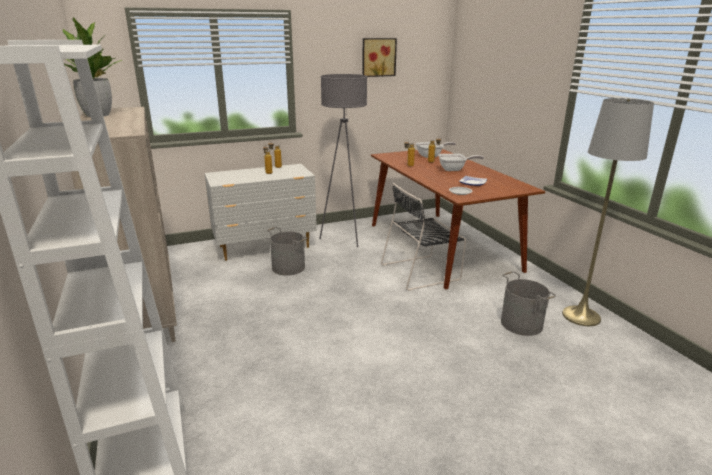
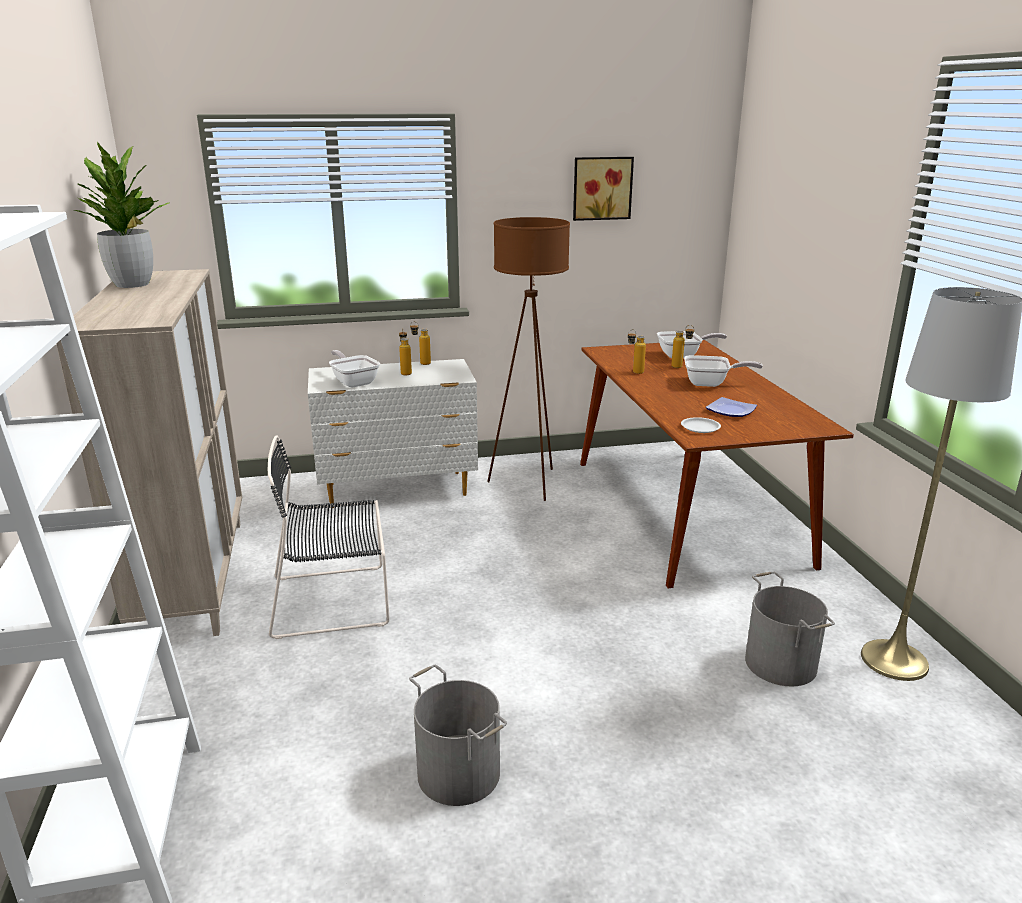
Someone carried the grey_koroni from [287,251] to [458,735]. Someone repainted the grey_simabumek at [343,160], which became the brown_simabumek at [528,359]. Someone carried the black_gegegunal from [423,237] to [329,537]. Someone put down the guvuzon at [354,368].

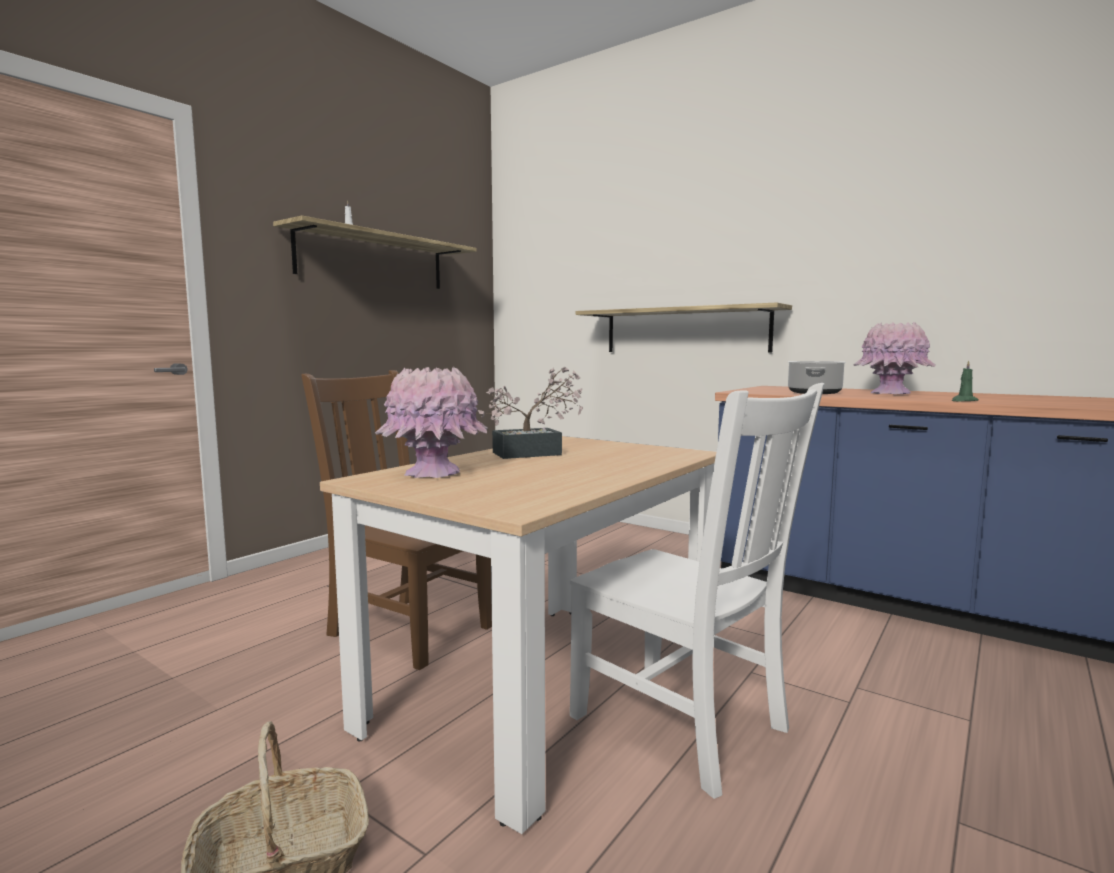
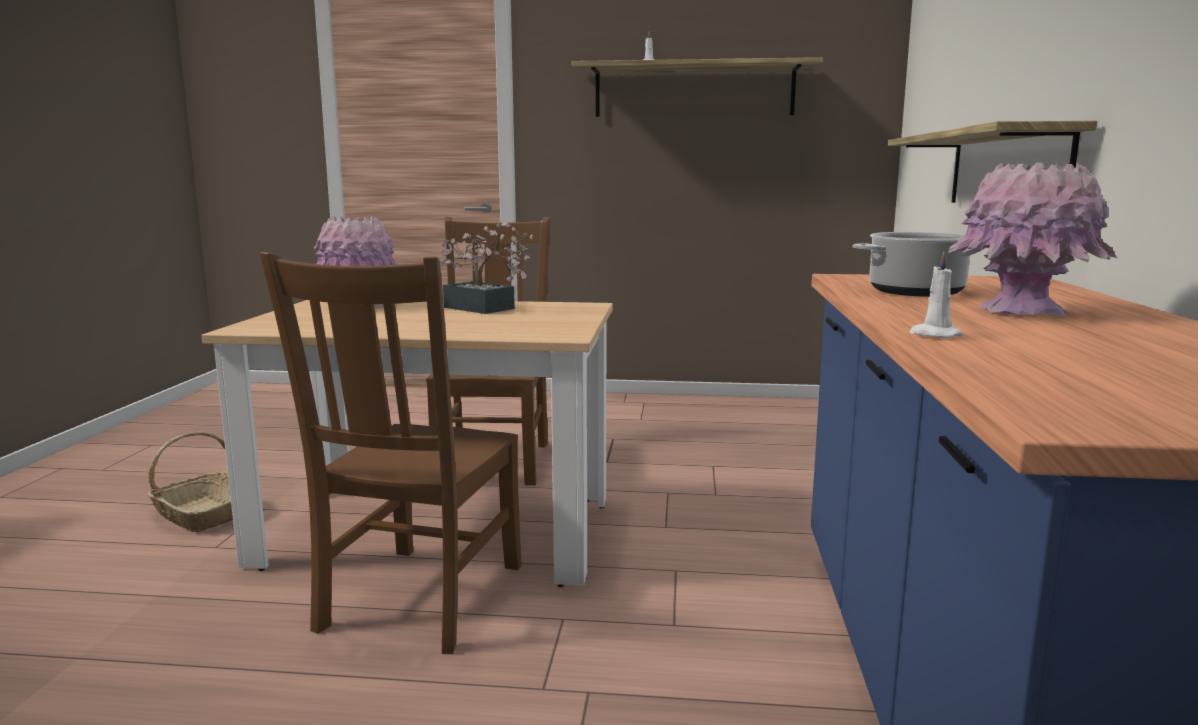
Someone repainted the white_gegegunal at [697,591], which became the brown_gegegunal at [391,453]. Someone repainted the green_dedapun at [965,381], which became the white_dedapun at [936,294].

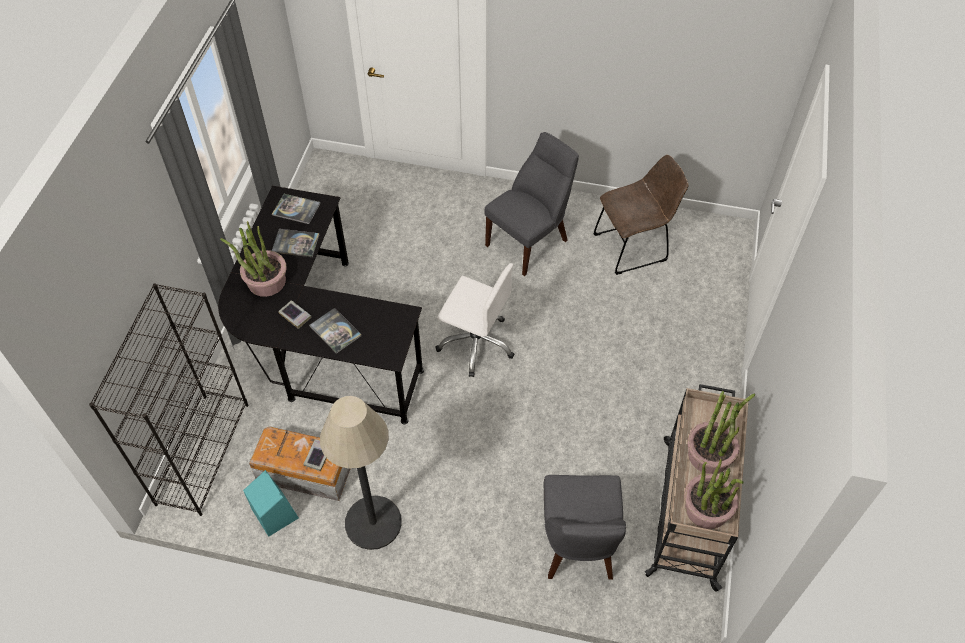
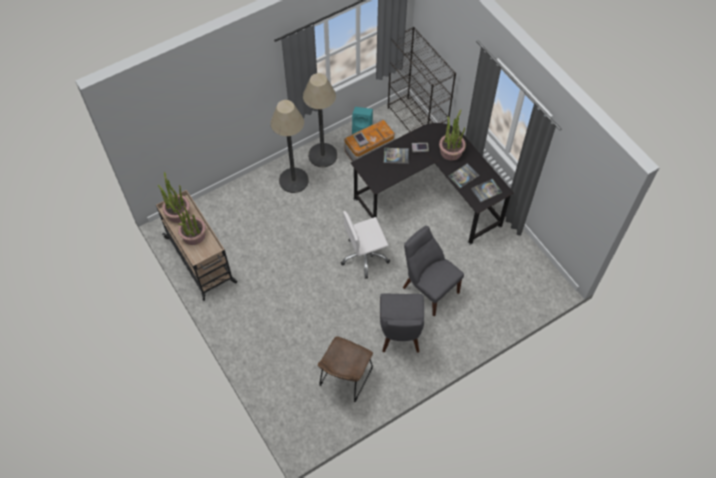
Someone carried the grey_gegegunal from [585,527] to [433,271]. Someone put down the simabumek at [289,146].

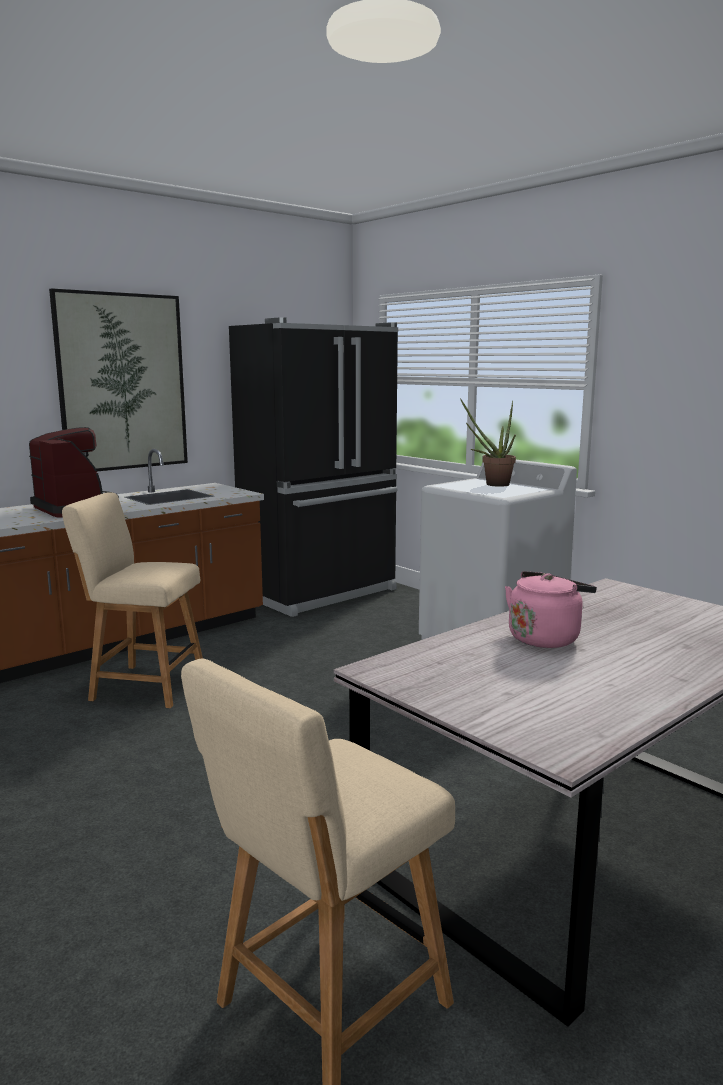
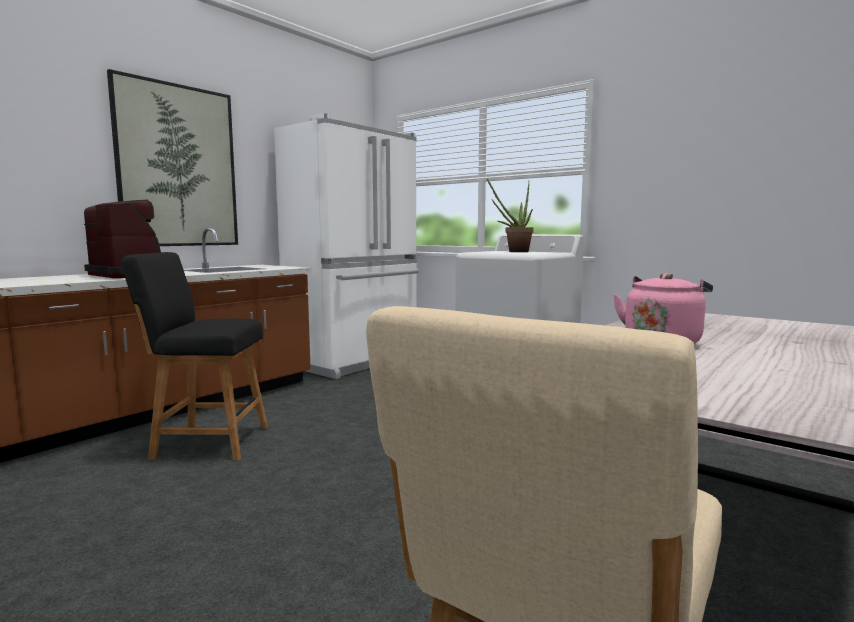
Someone repainted the beige_gegegunal at [132,600], which became the black_gegegunal at [195,356]. Someone repainted the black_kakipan at [313,467], which became the white_kakipan at [346,246].

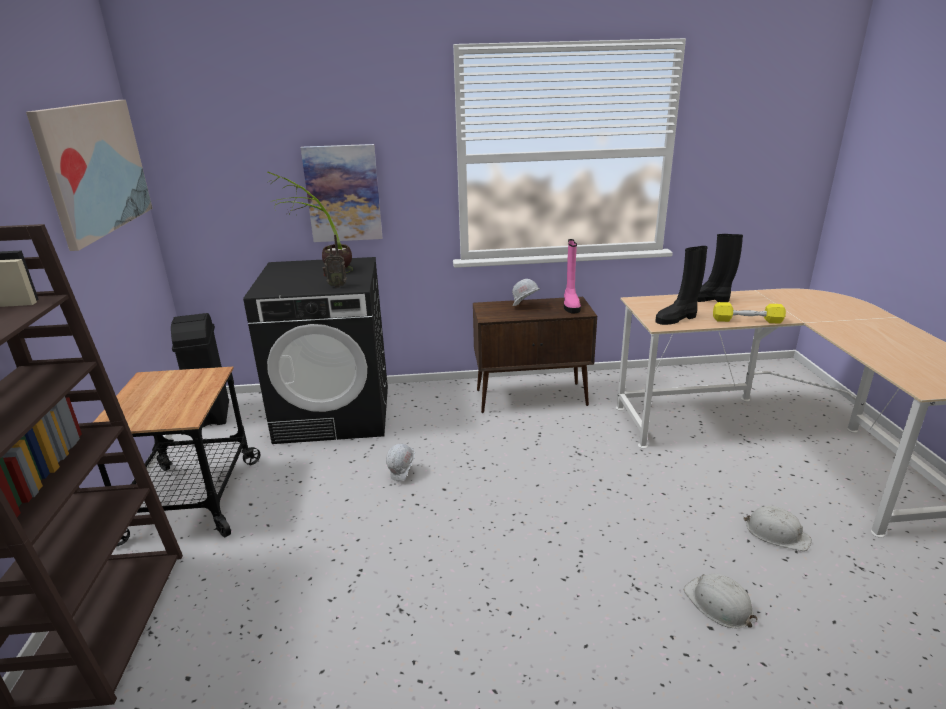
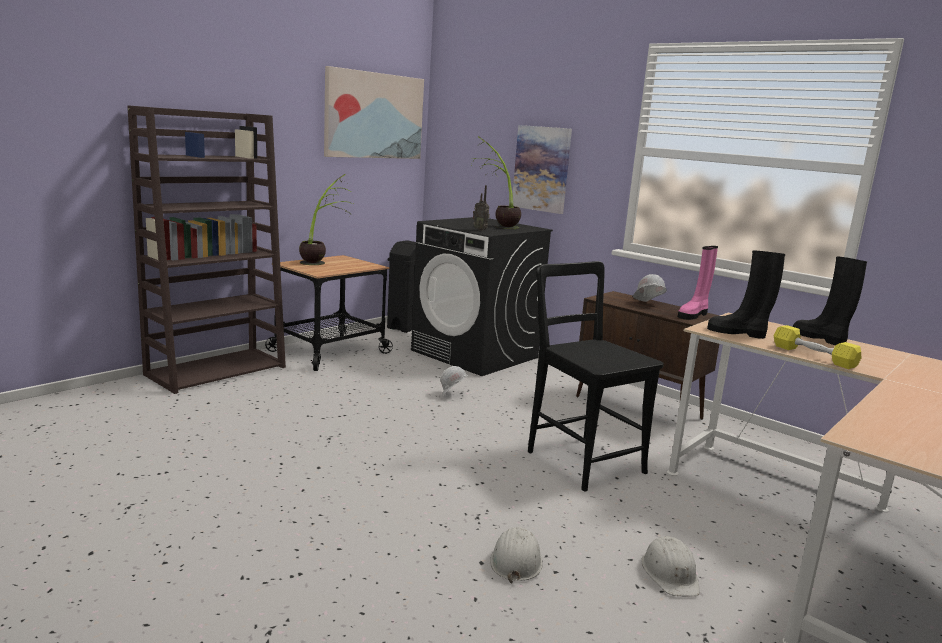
Someone put down the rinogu at [327,219]. Someone put down the black_gegegunal at [596,376].

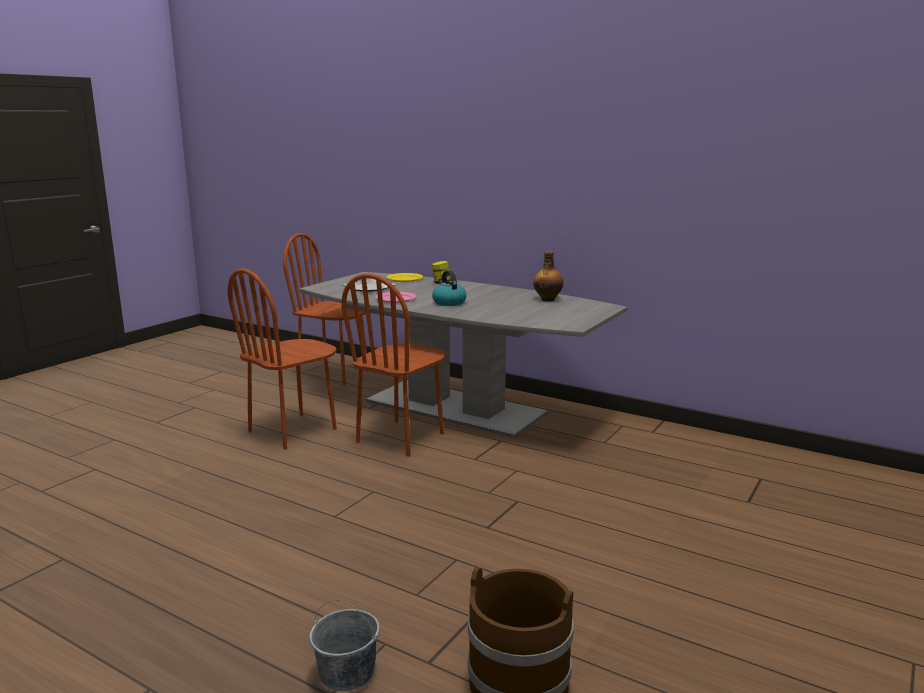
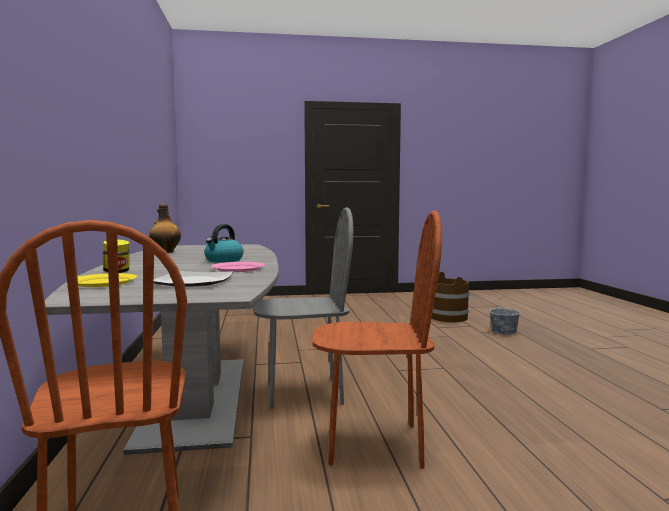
Someone repainted the brown_gegegunal at [393,365], which became the grey_gegegunal at [303,308].

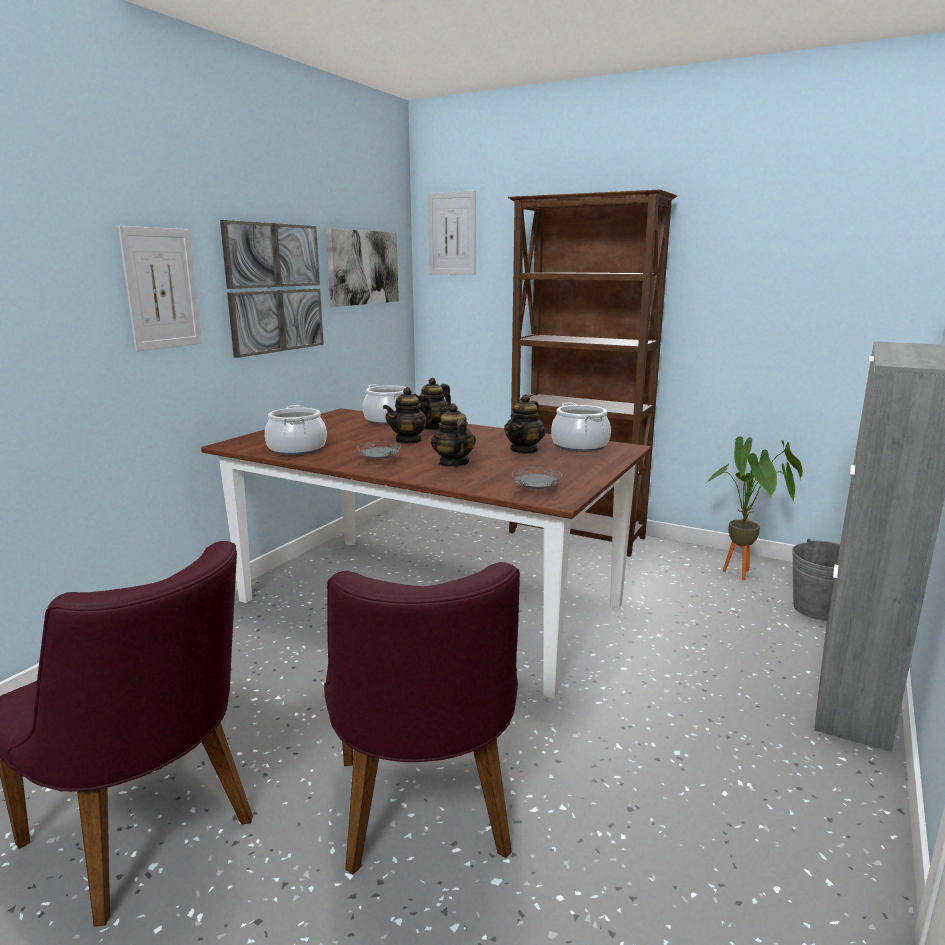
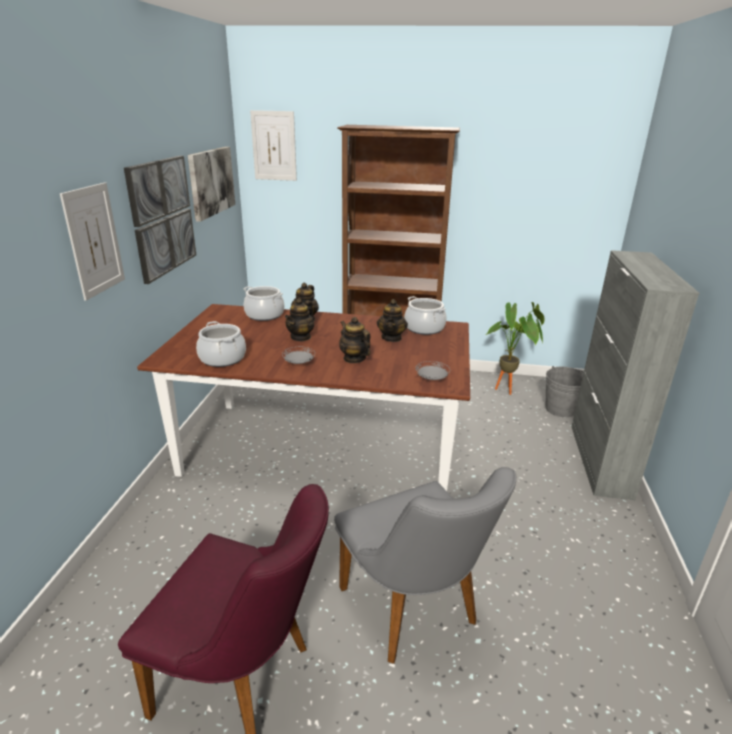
Someone repainted the purple_gegegunal at [422,718], which became the grey_gegegunal at [425,565].

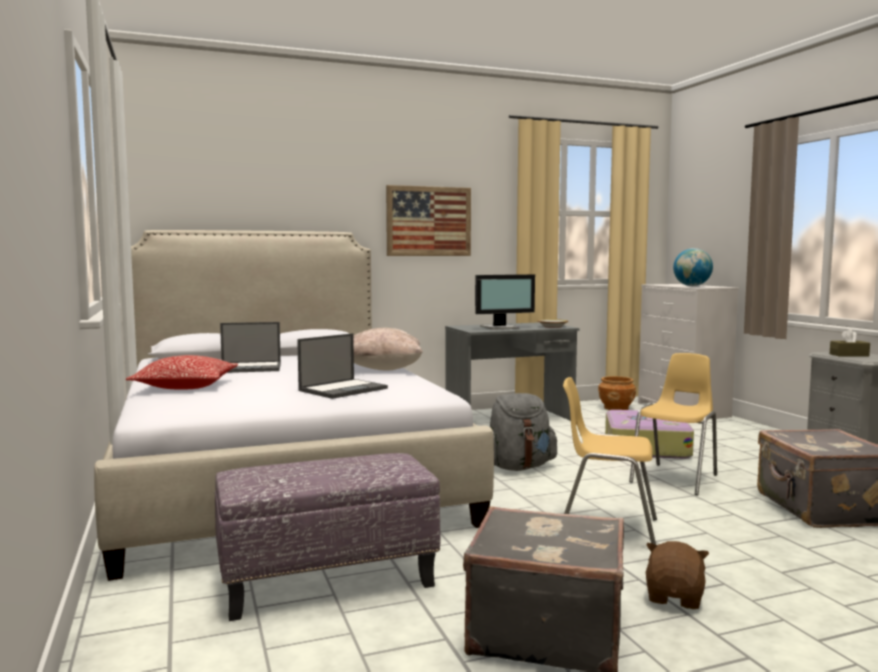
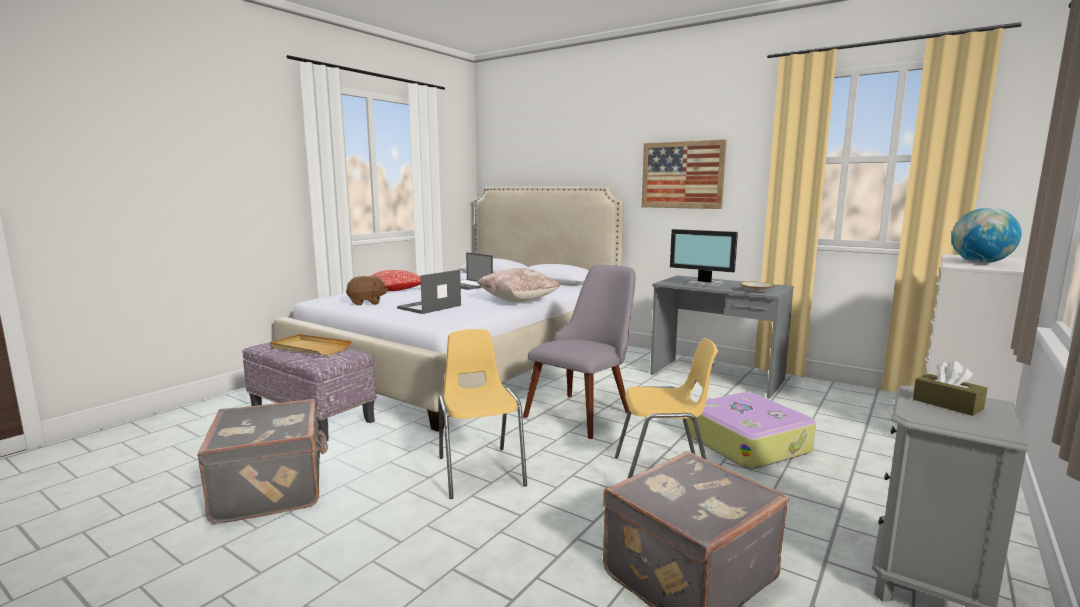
Someone rotated the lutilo at [342,366] by 120 degrees clockwise. Someone swapped the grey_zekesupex at [523,432] for the grey_gegegunal at [579,351]. Someone took away the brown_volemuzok at [617,393]. Someone carried the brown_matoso from [677,575] to [367,290]. Someone put down the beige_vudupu at [311,345].

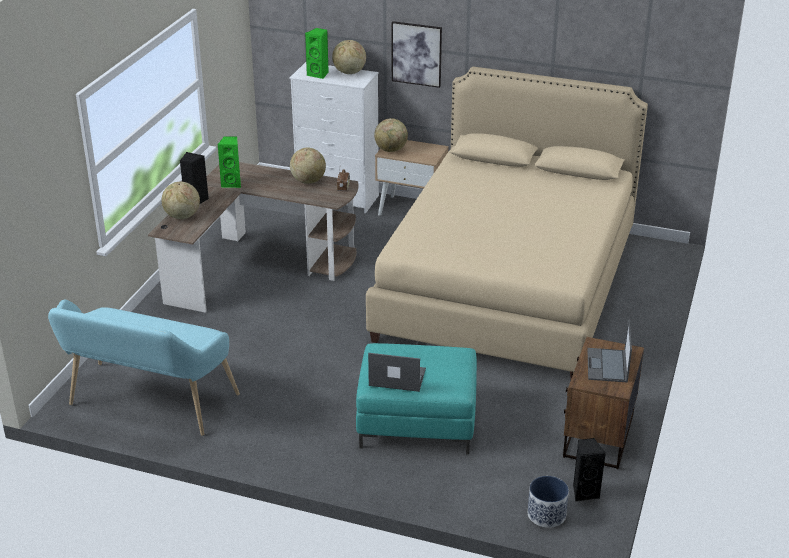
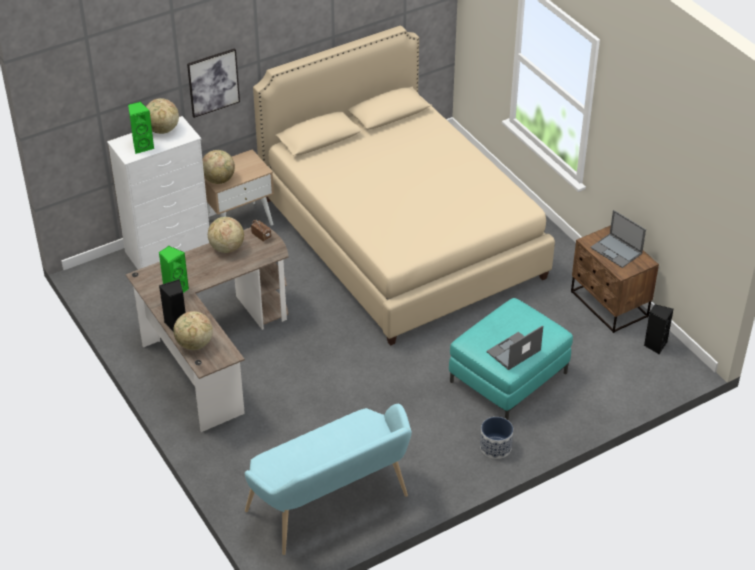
Someone carried the volemuzok from [548,502] to [496,438].

